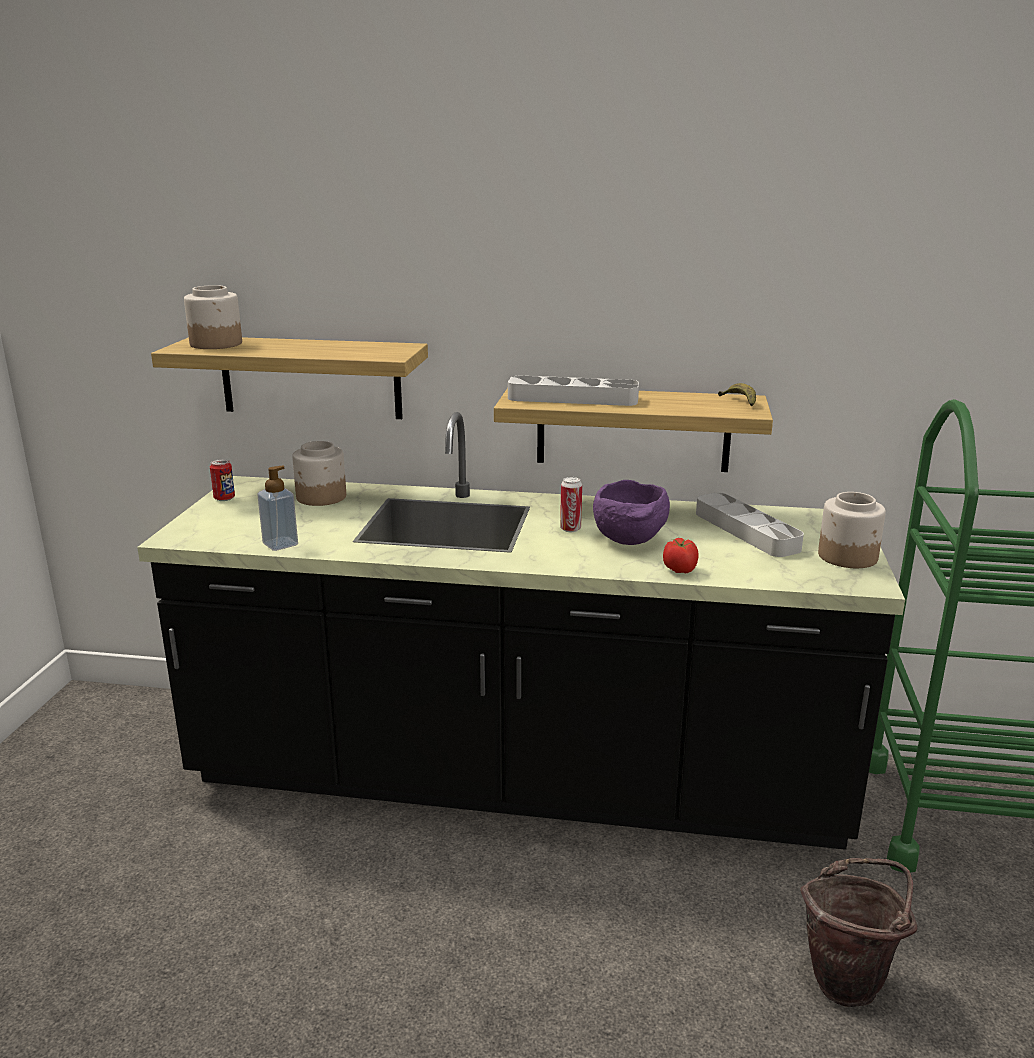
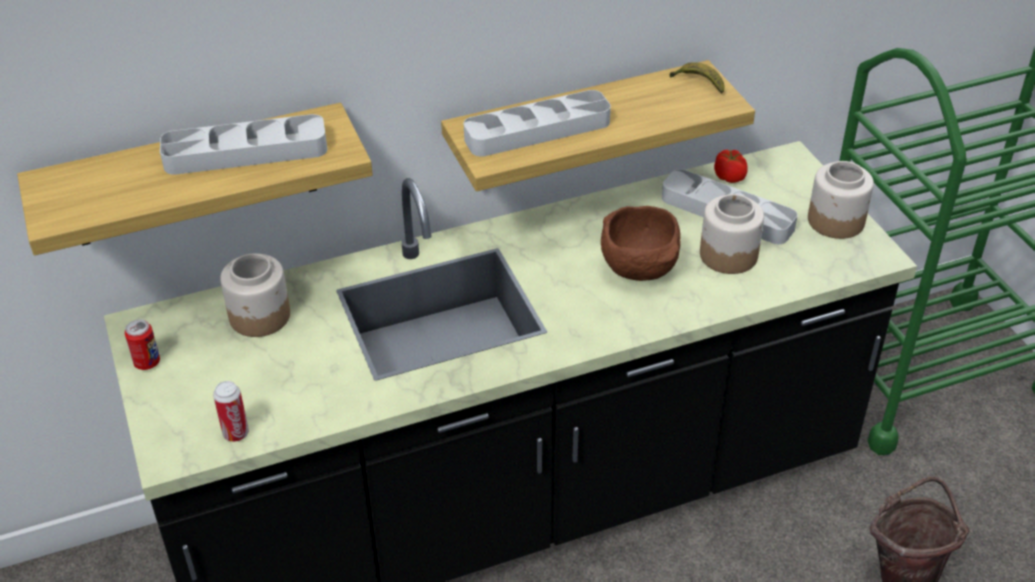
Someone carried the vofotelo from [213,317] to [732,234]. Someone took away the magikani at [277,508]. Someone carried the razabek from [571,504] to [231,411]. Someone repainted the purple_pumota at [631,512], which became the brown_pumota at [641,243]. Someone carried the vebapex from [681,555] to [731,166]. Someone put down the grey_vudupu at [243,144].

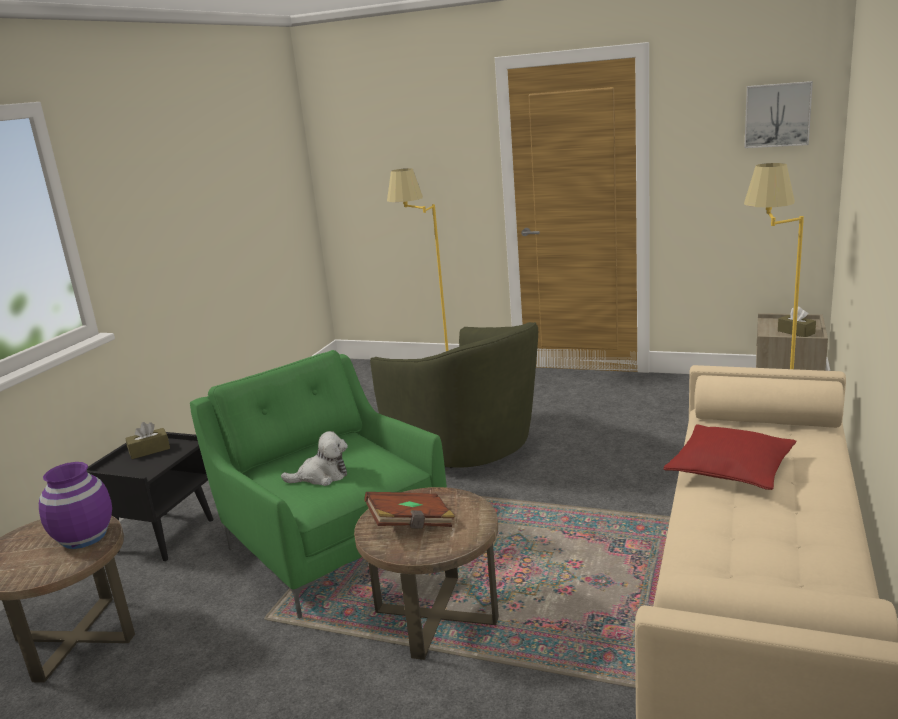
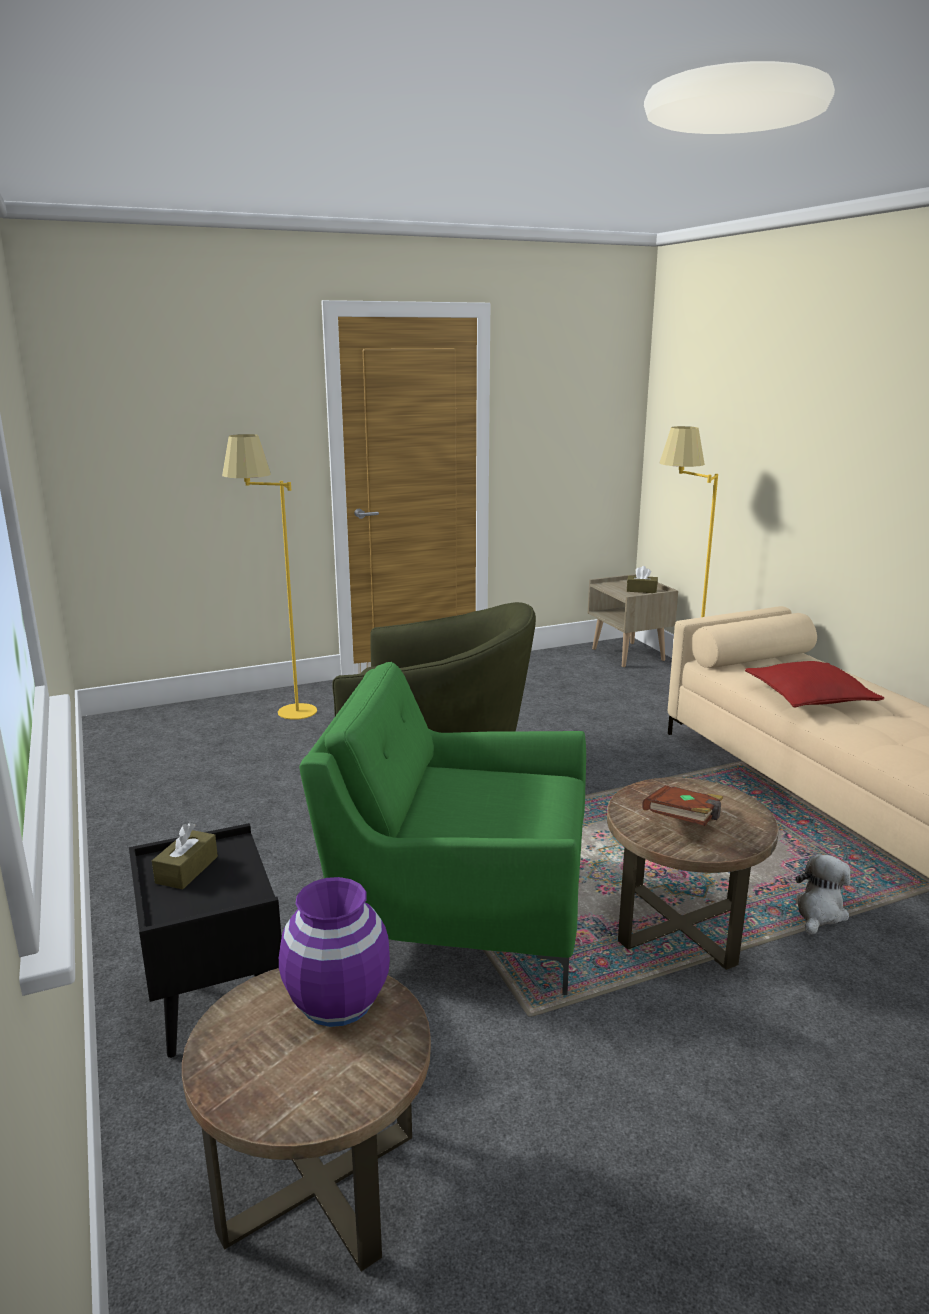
Someone carried the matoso from [314,458] to [823,894]. Someone took away the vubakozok at [778,114].

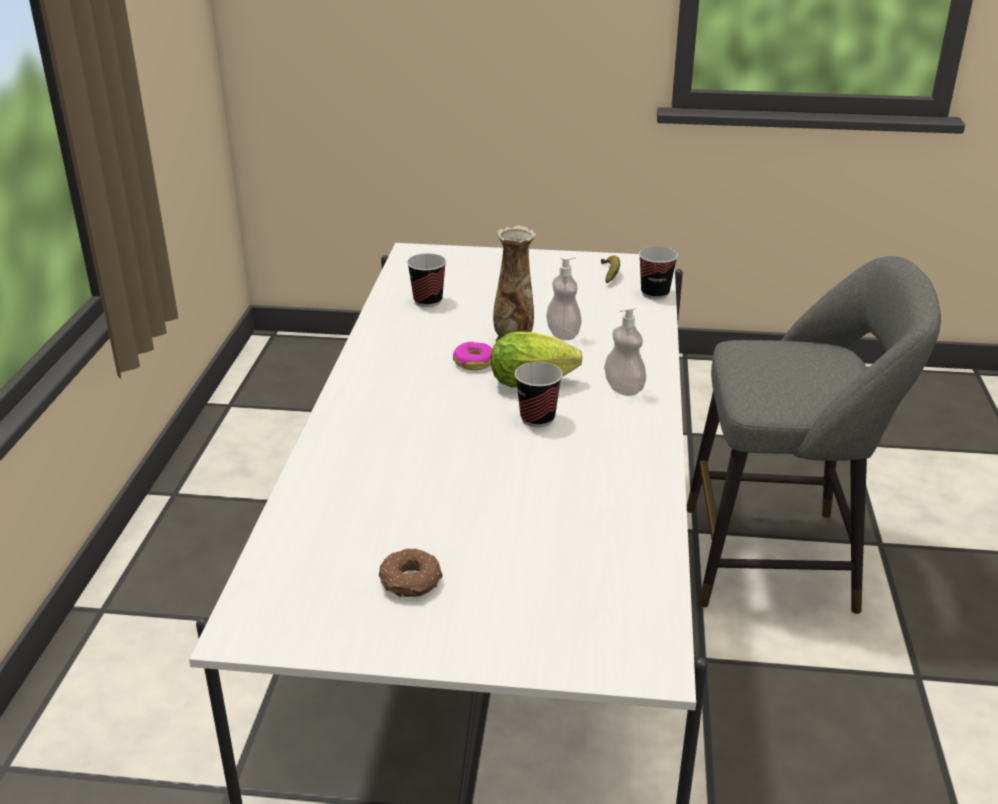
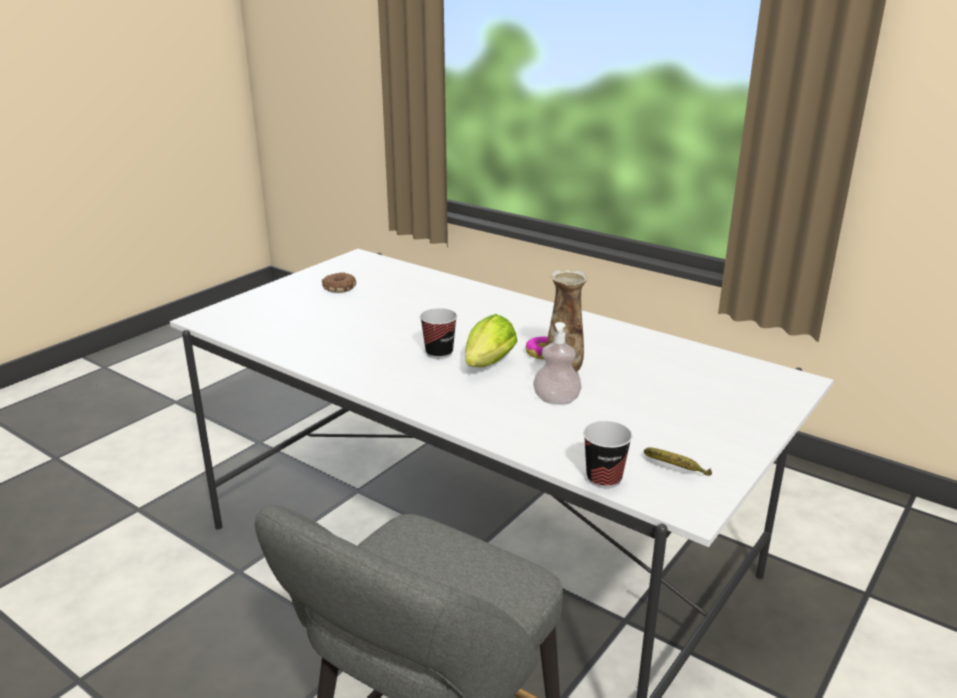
Someone took away the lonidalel at [426,280]. Someone took away the magikani at [625,350].

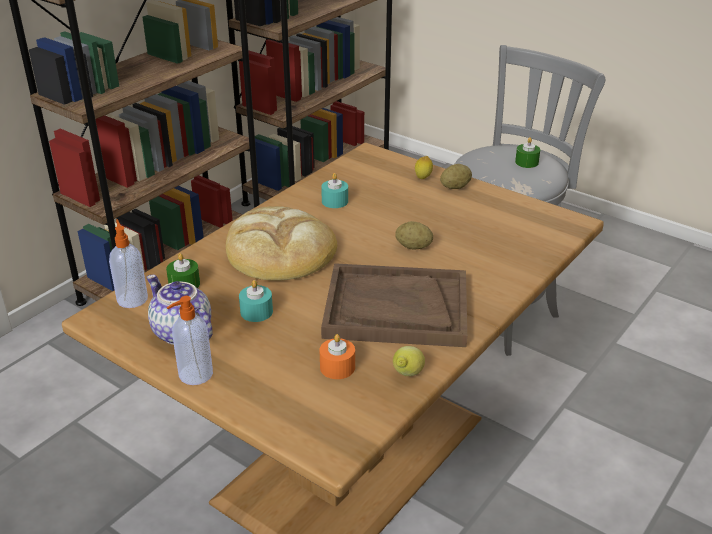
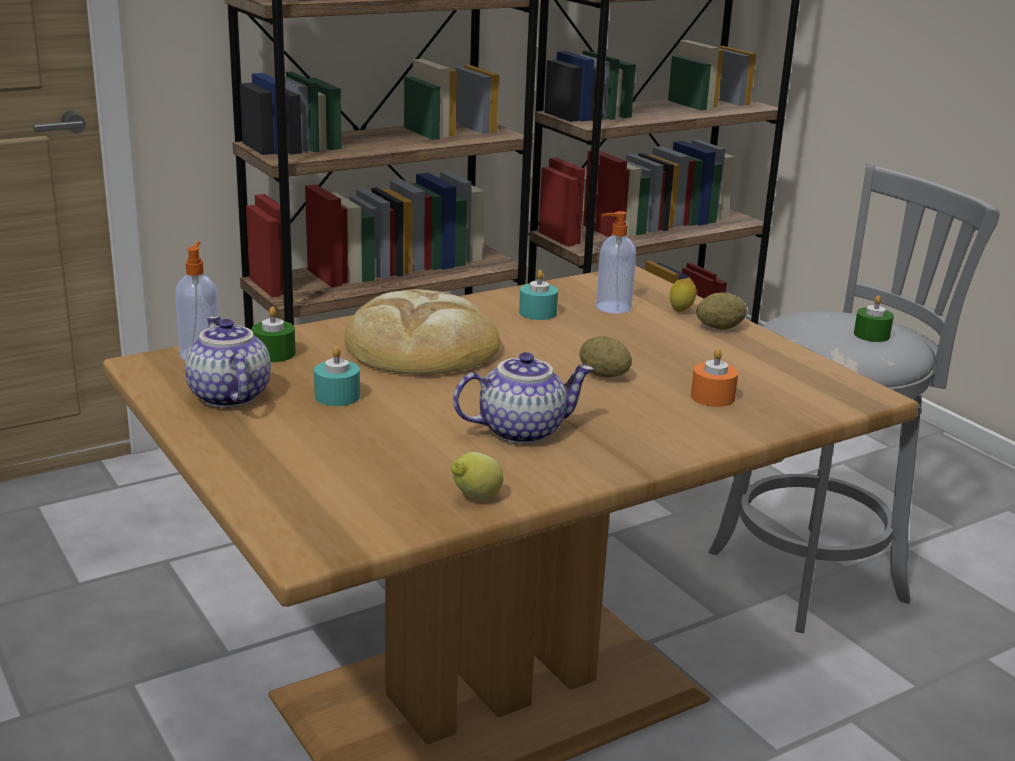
Someone carried the magikani from [190,340] to [616,262]. Someone carried the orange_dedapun from [337,356] to [714,377]. Someone swapped the brown_vudupu at [394,305] for the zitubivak at [523,398].

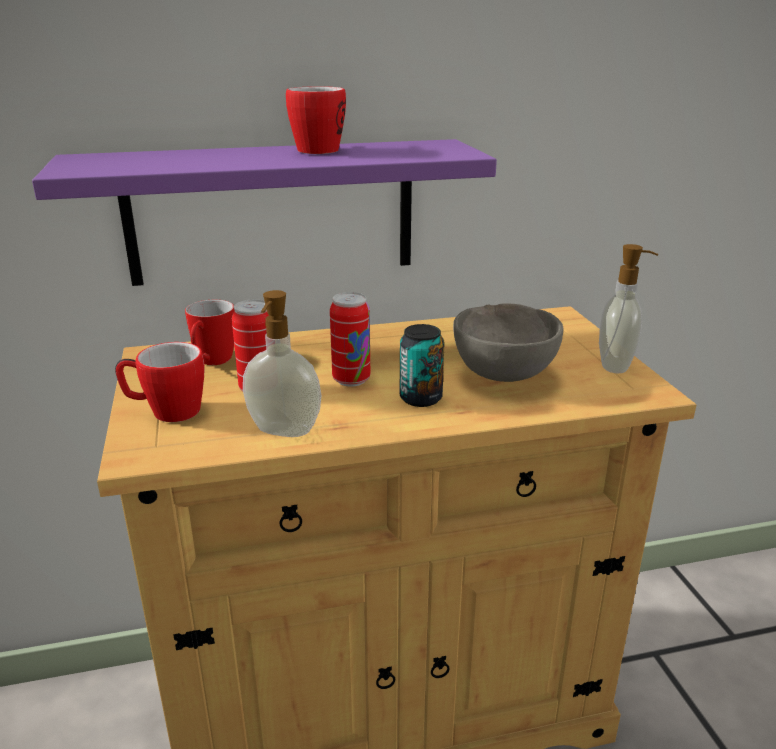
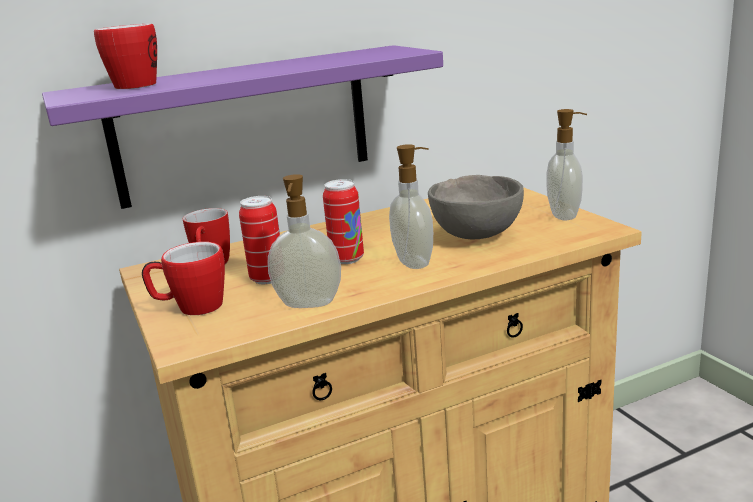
Someone carried the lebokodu from [316,120] to [125,56]. Someone swapped the razabek at [422,365] for the magikani at [411,206].

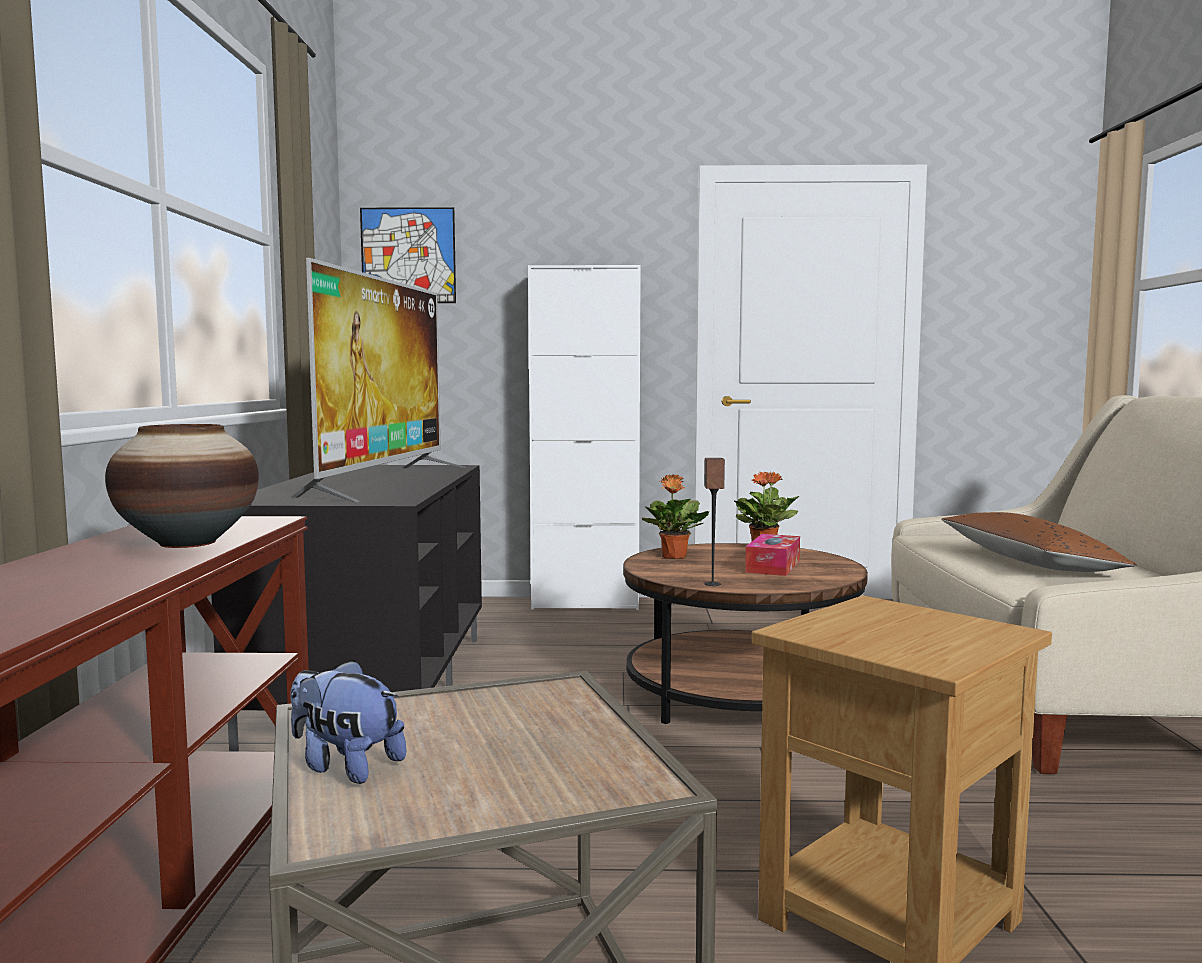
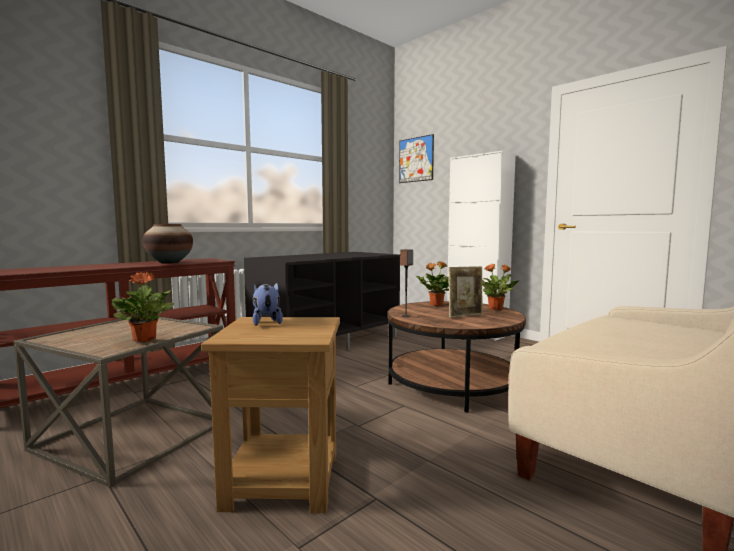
Someone took away the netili at [377,380]. Someone carried the matoso from [348,721] to [267,304]. Someone swapped the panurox at [772,555] for the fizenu at [466,292]. Someone took away the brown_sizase at [1038,542]. Someone put down the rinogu at [143,307].

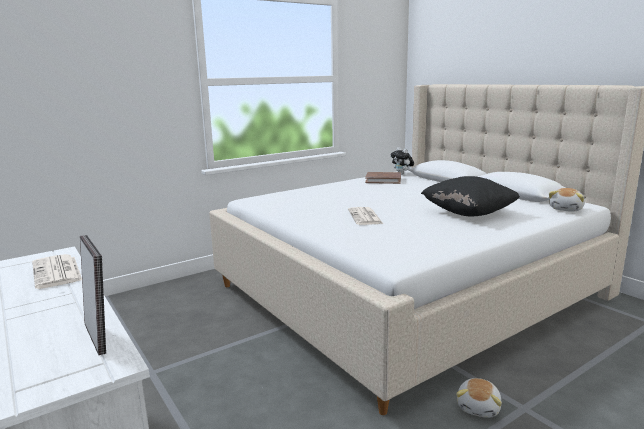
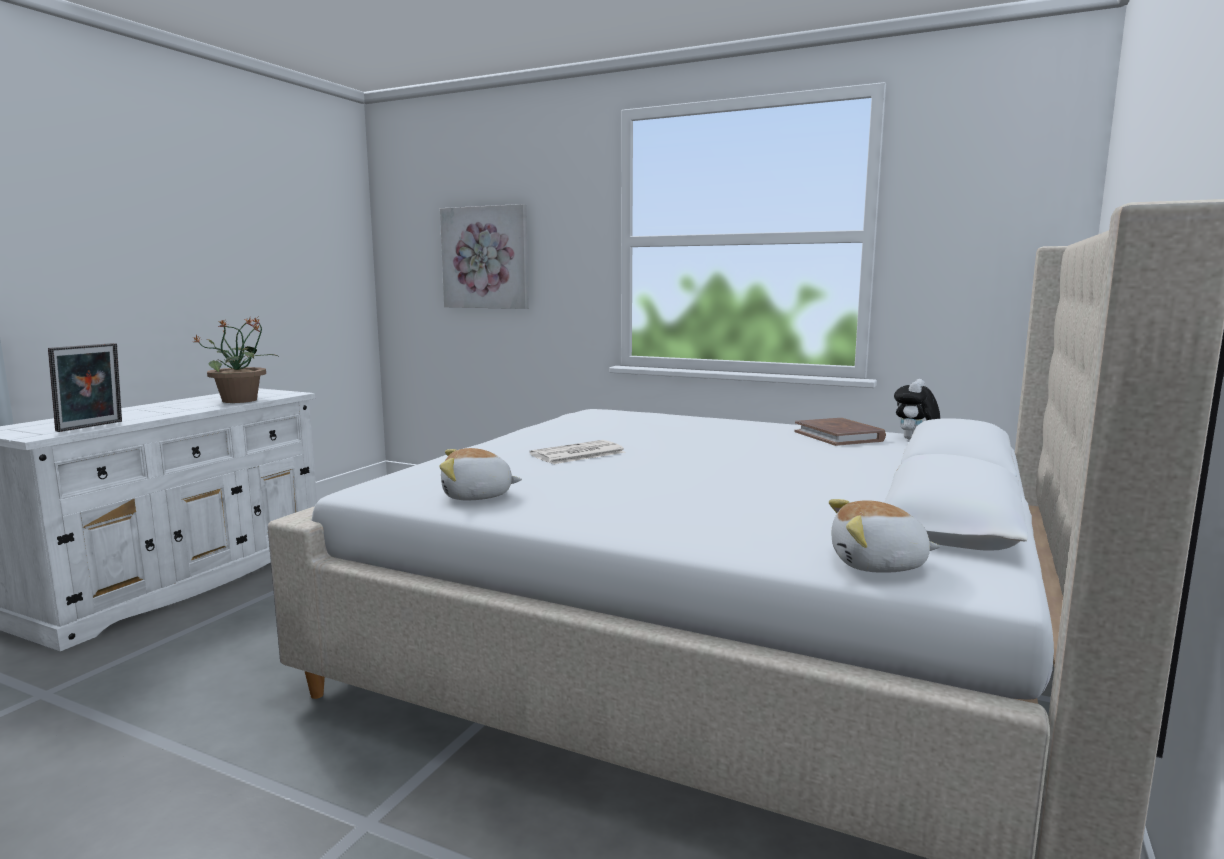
Someone swapped the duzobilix at [57,271] for the rinogu at [235,360]. Someone took away the black_sizase at [470,196]. Someone carried the matoso from [479,398] to [480,474]. Someone put up the vubakozok at [484,256].

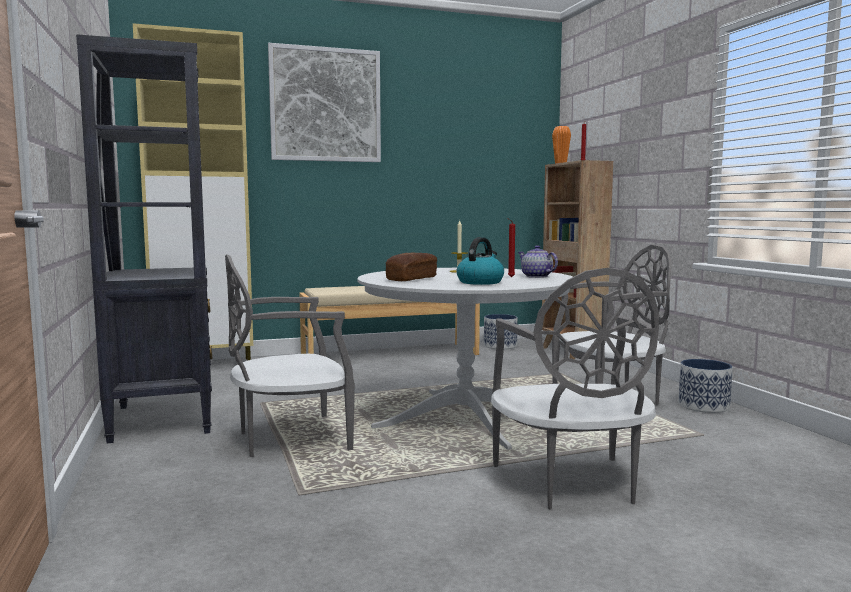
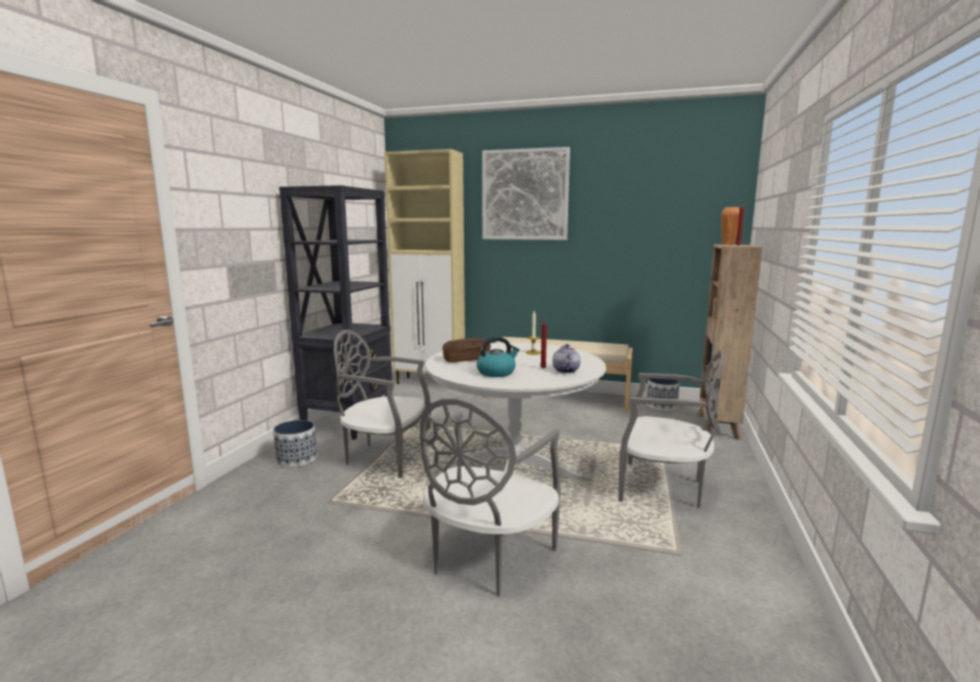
Someone carried the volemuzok from [706,386] to [295,444].

